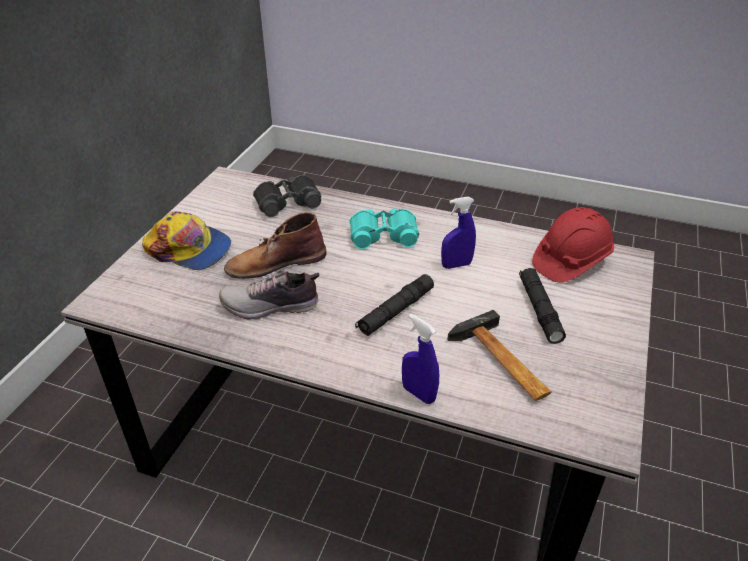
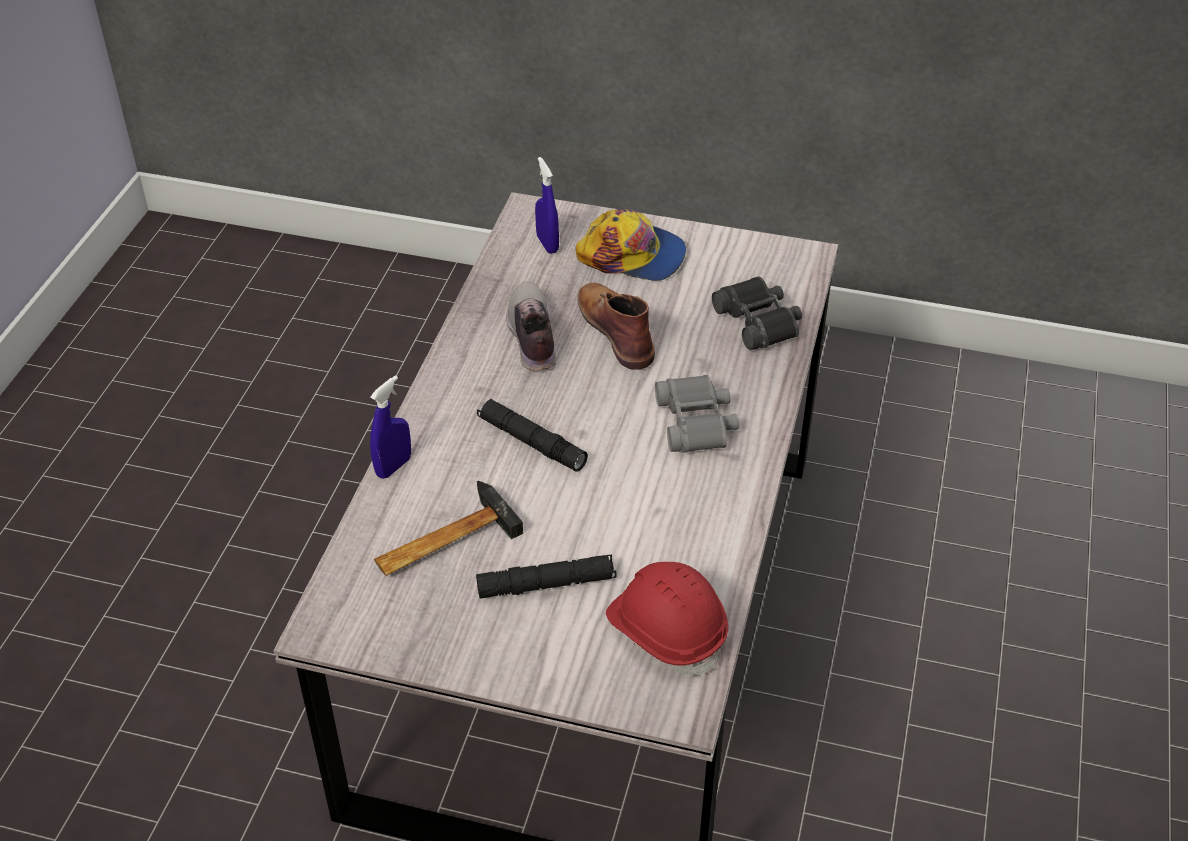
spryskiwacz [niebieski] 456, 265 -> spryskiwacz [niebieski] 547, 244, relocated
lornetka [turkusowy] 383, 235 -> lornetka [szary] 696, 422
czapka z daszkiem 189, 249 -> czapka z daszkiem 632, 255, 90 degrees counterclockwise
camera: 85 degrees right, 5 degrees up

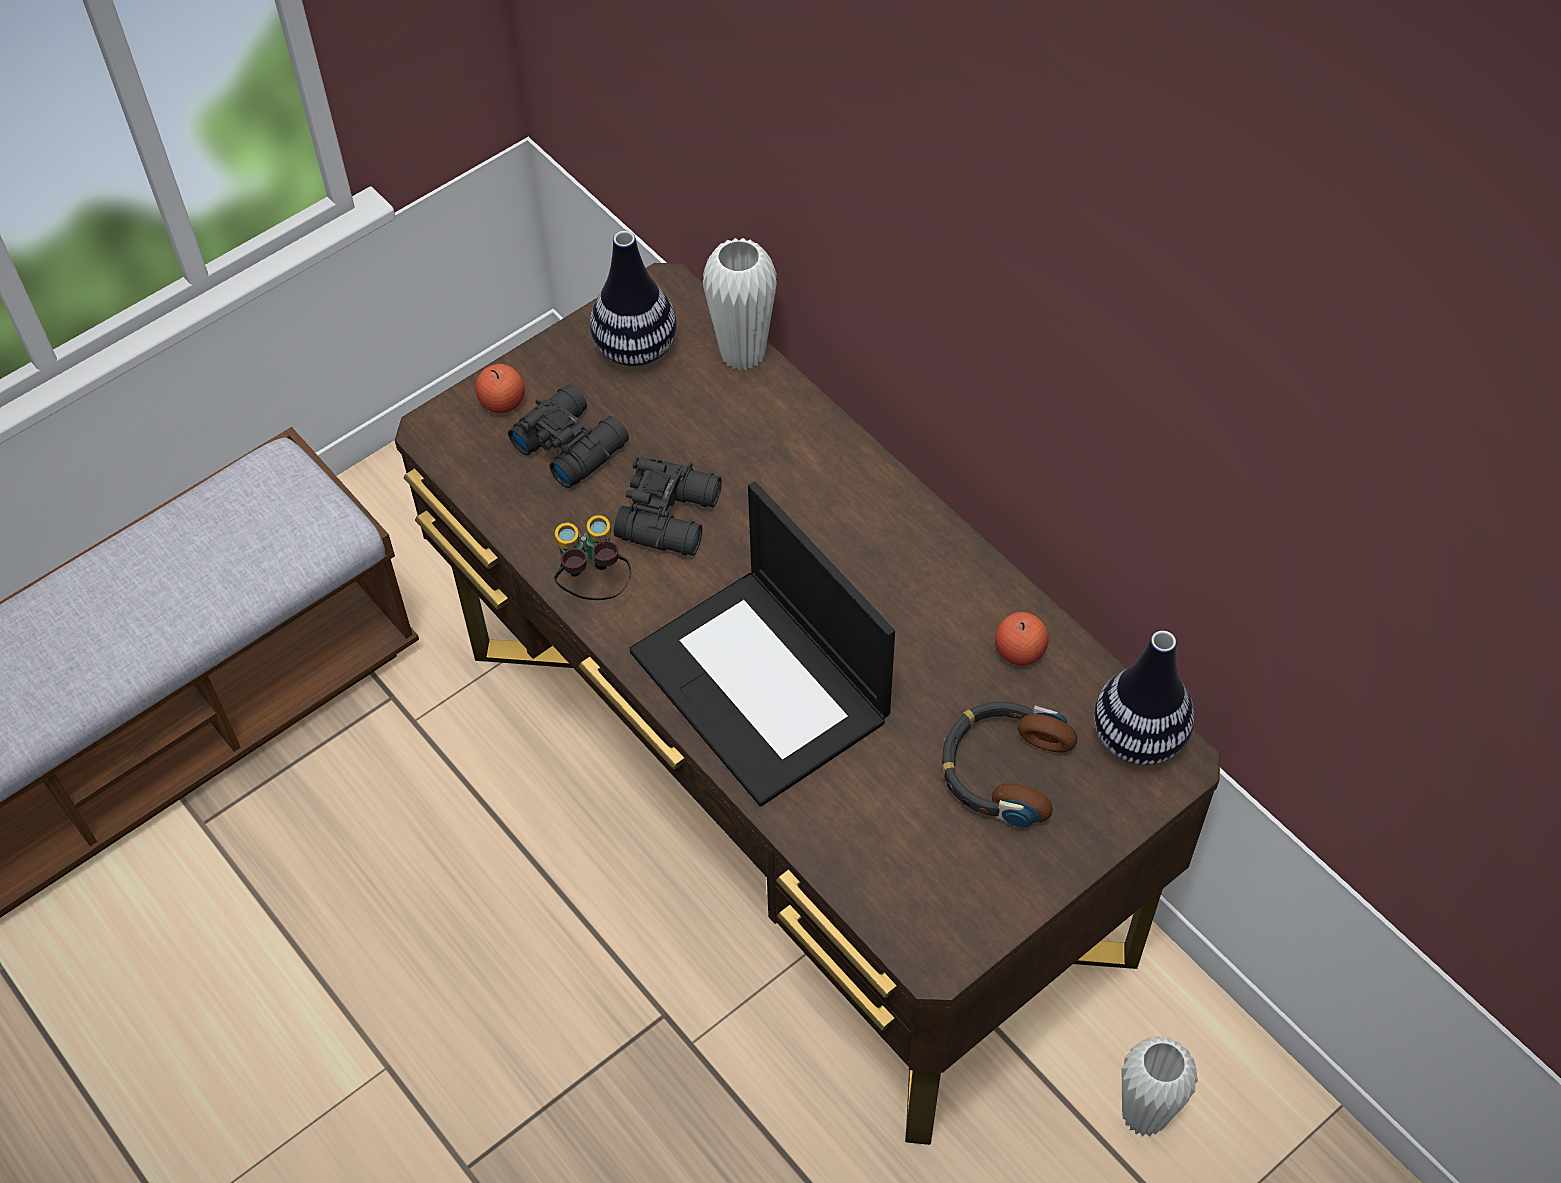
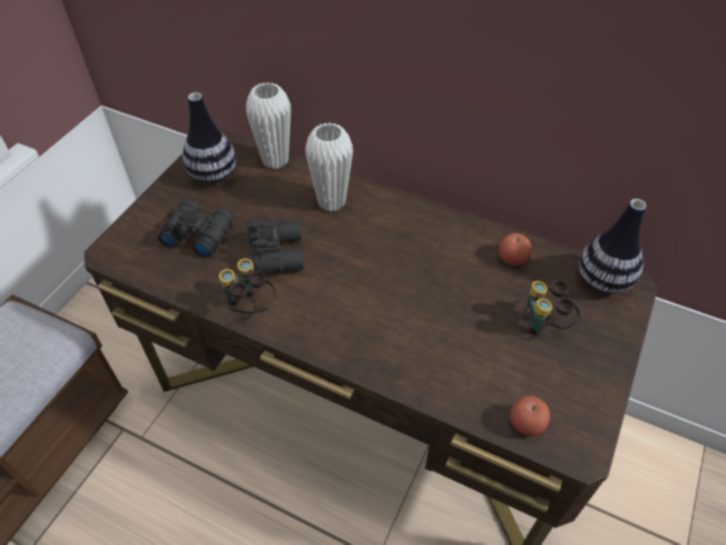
jabłko 502, 402 -> jabłko 526, 423, relocated
laptop 763, 686 -> none
słuchawki 1002, 768 -> lornetka 545, 324
wazon [biały] 1144, 1115 -> wazon [biały] 331, 202, relocated
camera: 25 degrees left, 5 degrees down

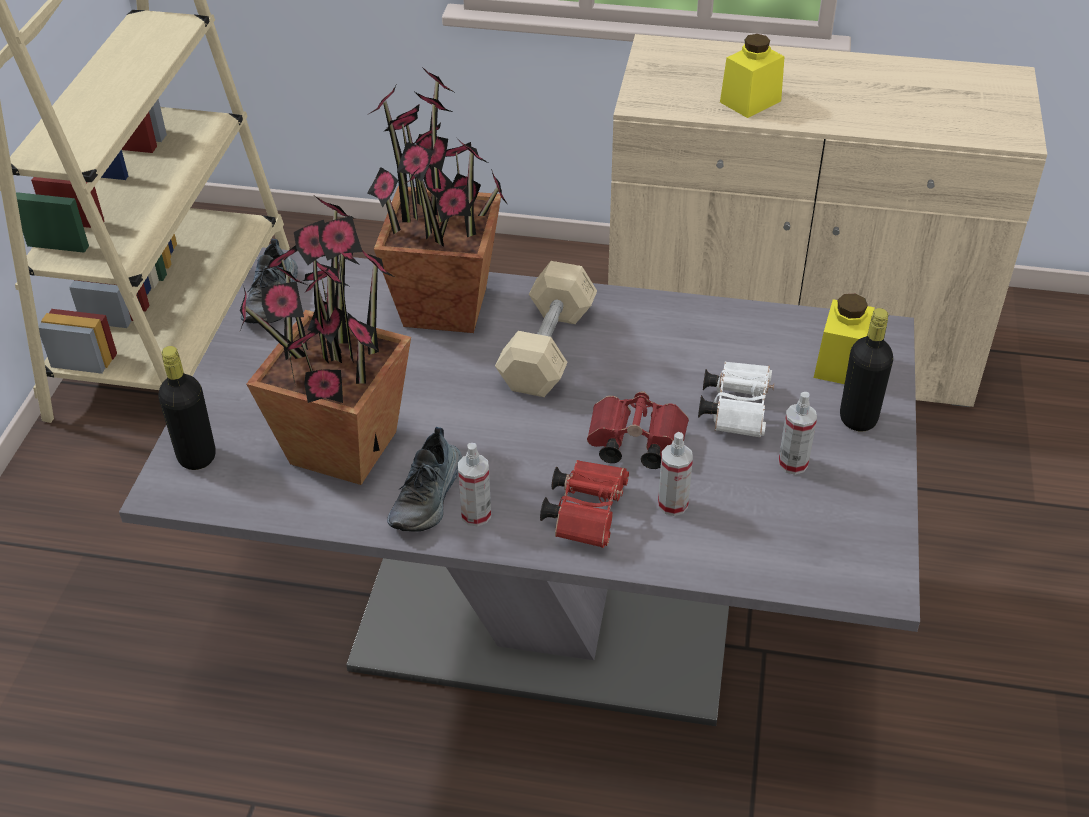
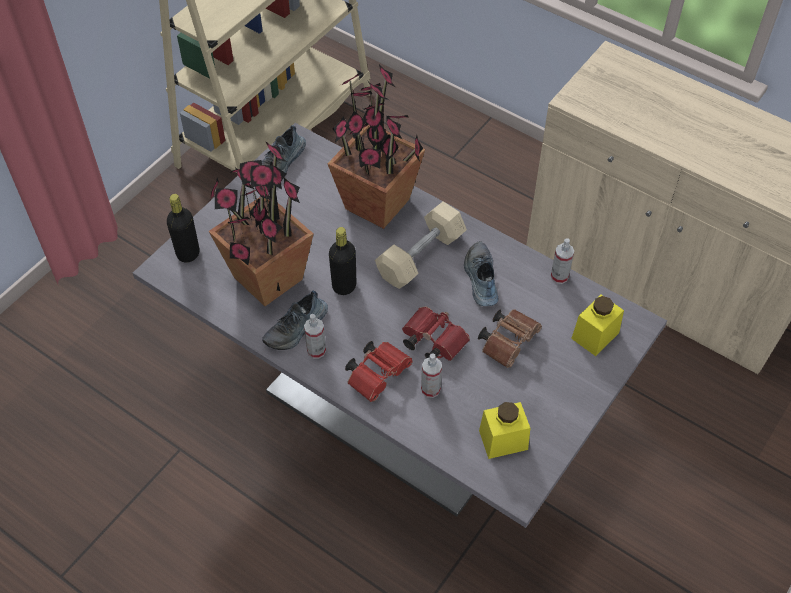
słoik [żółty] 750, 101 -> słoik [żółty] 503, 440, relocated
butelka [czarny] 858, 418 -> butelka [czarny] 344, 286, relocated
lornetka [biały] 736, 408 -> lornetka [brązowy] 509, 341
spryskiwacz 793, 463 -> spryskiwacz 559, 276, relocated
none -> but 480, 279
camera: 25 degrees right, 10 degrees up

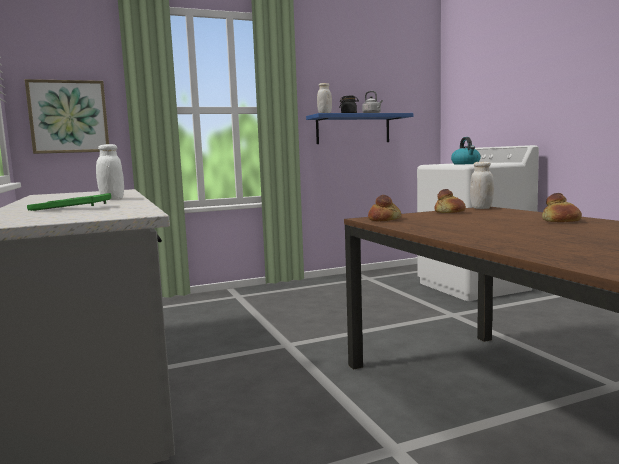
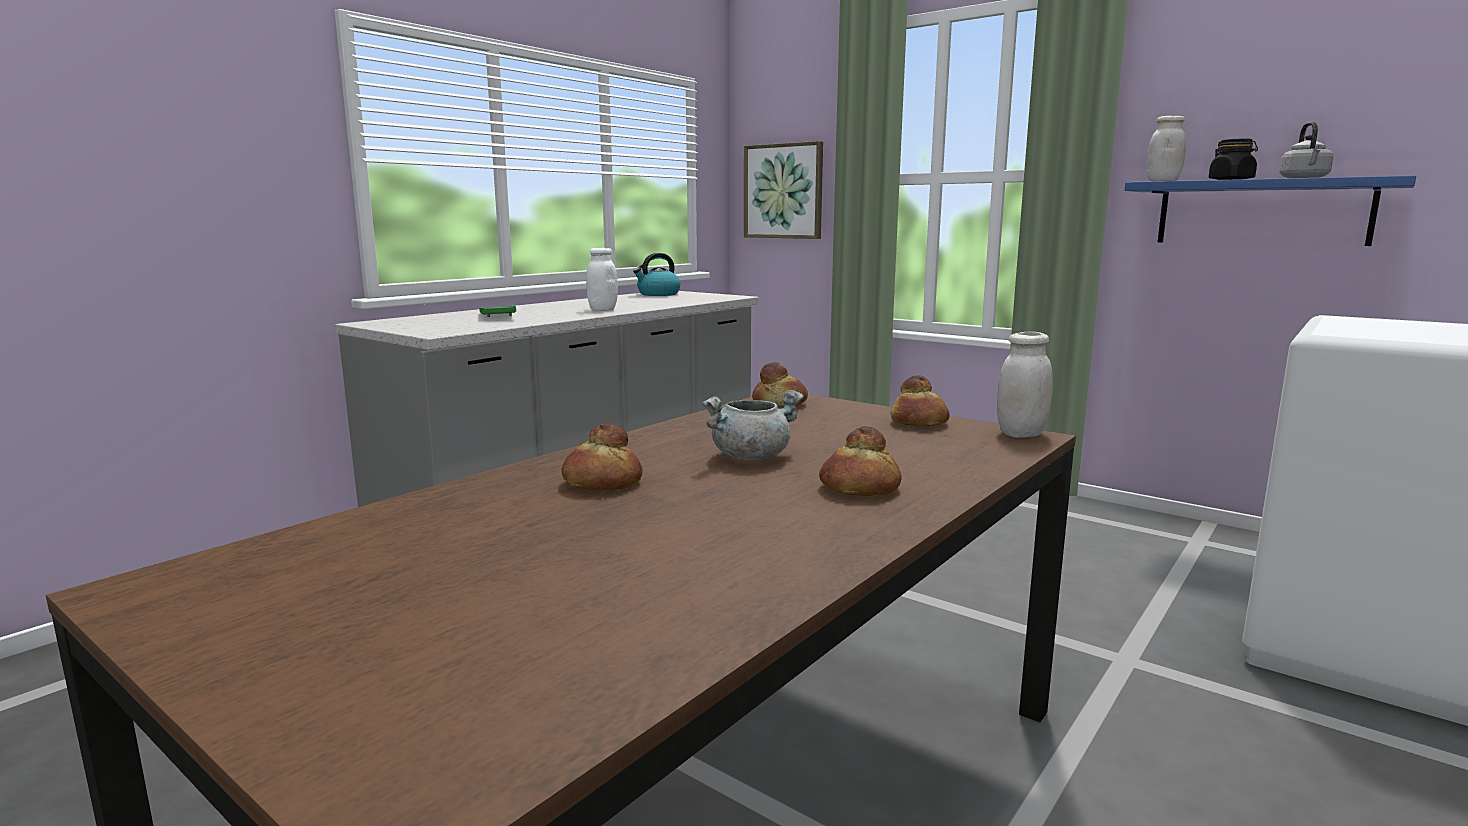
czajnik 466, 164 -> czajnik 658, 294, relocated
none -> garnek [szary] 751, 456
none -> chleb 602, 483
camera: 60 degrees right, 5 degrees up

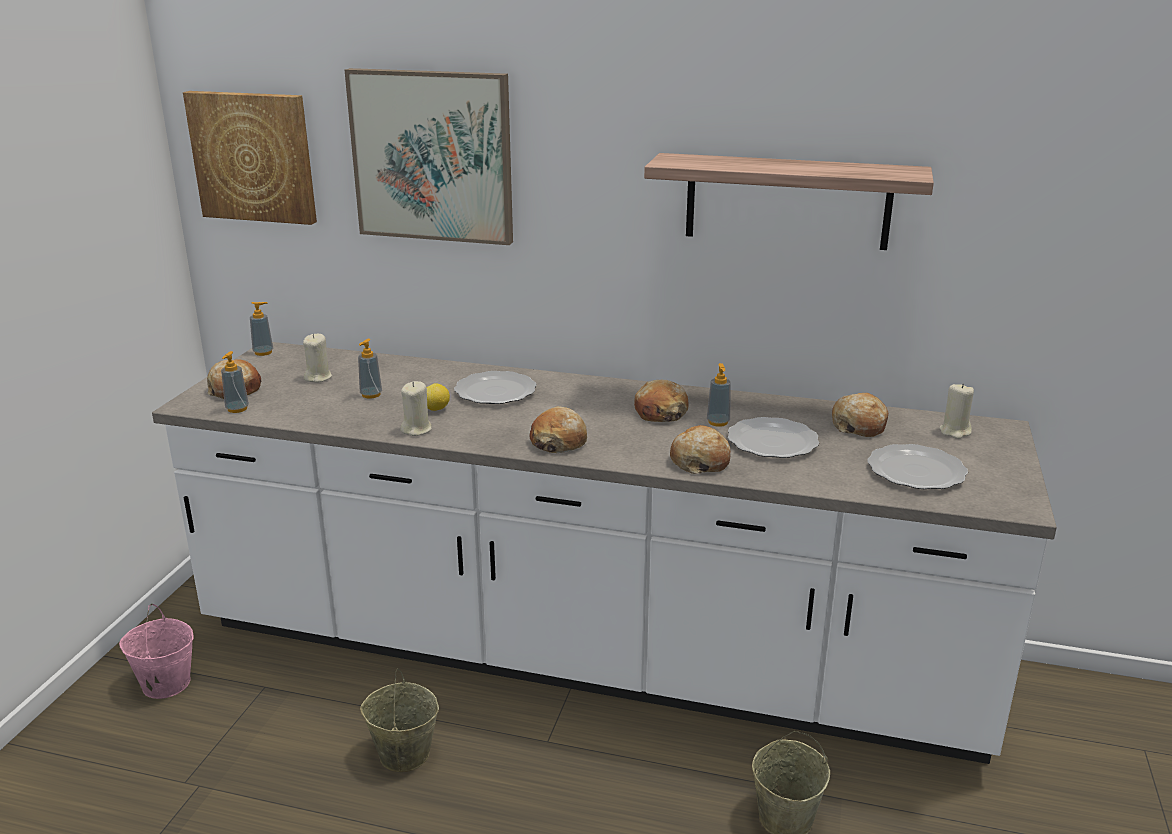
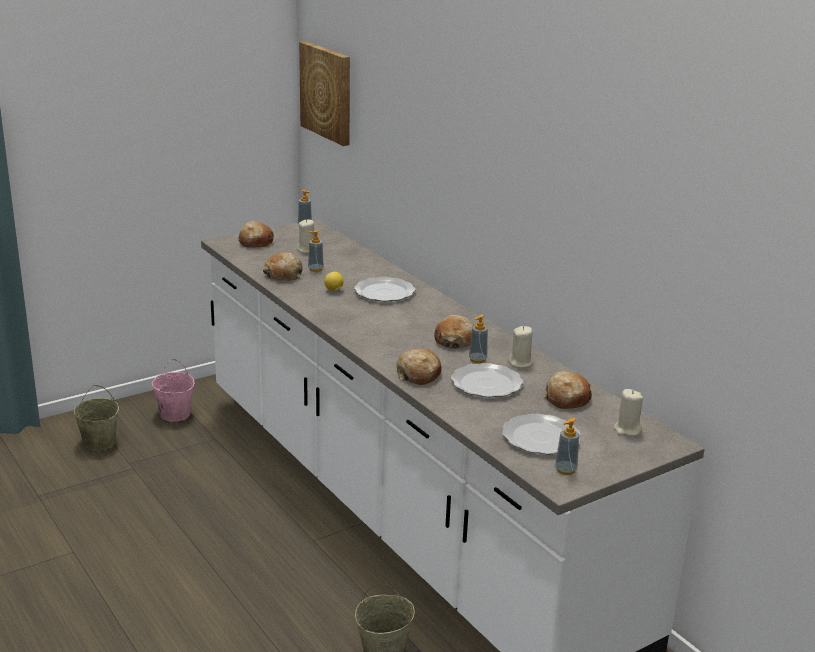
obraz 432, 156 -> none
półka 787, 201 -> none
dozownik mydła 237, 409 -> dozownik mydła 565, 470, relocated
świeca [beżowy] 417, 429 -> świeca [beżowy] 520, 363, relocated
chleb 559, 442 -> chleb 283, 275, relocated
wiadro [beżowy] 403, 754 -> wiadro [beżowy] 99, 442, relocated
camera: 40 degrees right, 0 degrees up

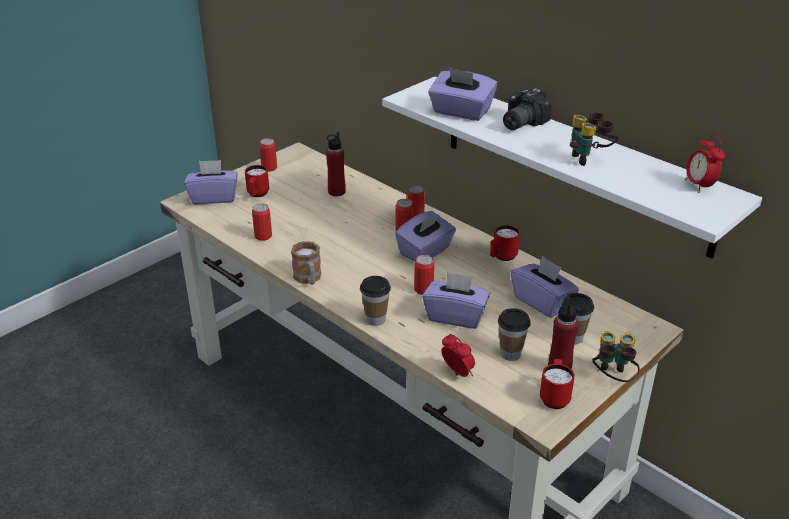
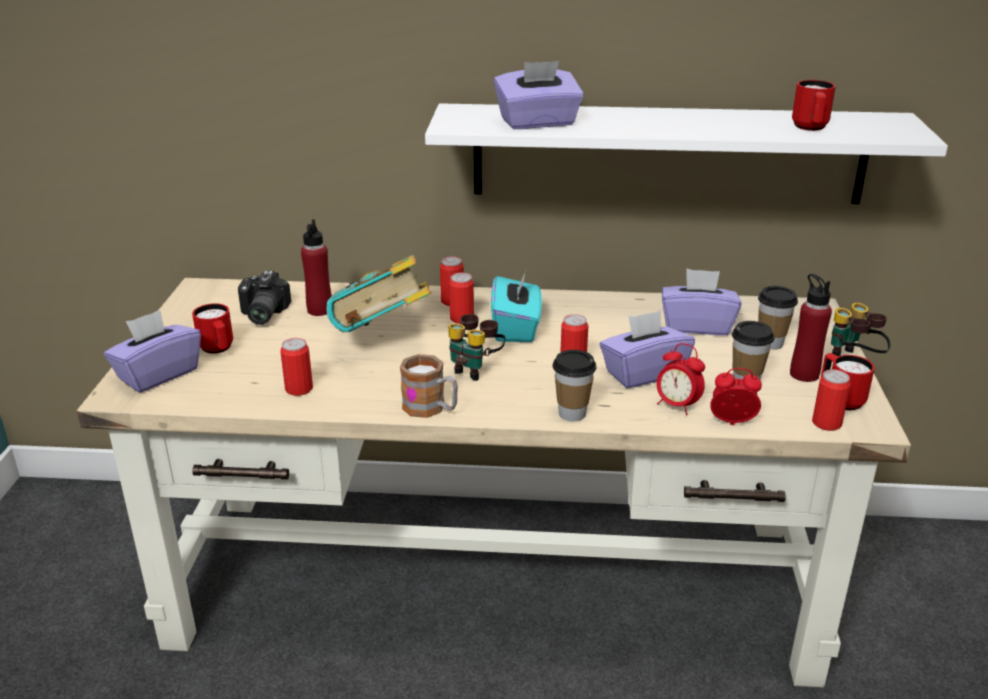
aparat fotograficzny 519, 123 -> aparat fotograficzny 261, 314, relocated
lornetka 590, 159 -> lornetka 475, 369, relocated
budzik 699, 186 -> budzik 677, 406, relocated
puszka 269, 168 -> puszka 826, 423, relocated
pudełko chusteczek [fioletowy] 425, 251 -> pudełko chusteczek [turkusowy] 516, 328
kubek [czerwony] 502, 257 -> kubek [czerwony] 810, 128, relocated
none -> książka 383, 337
camera: 40 degrees left, 5 degrees down

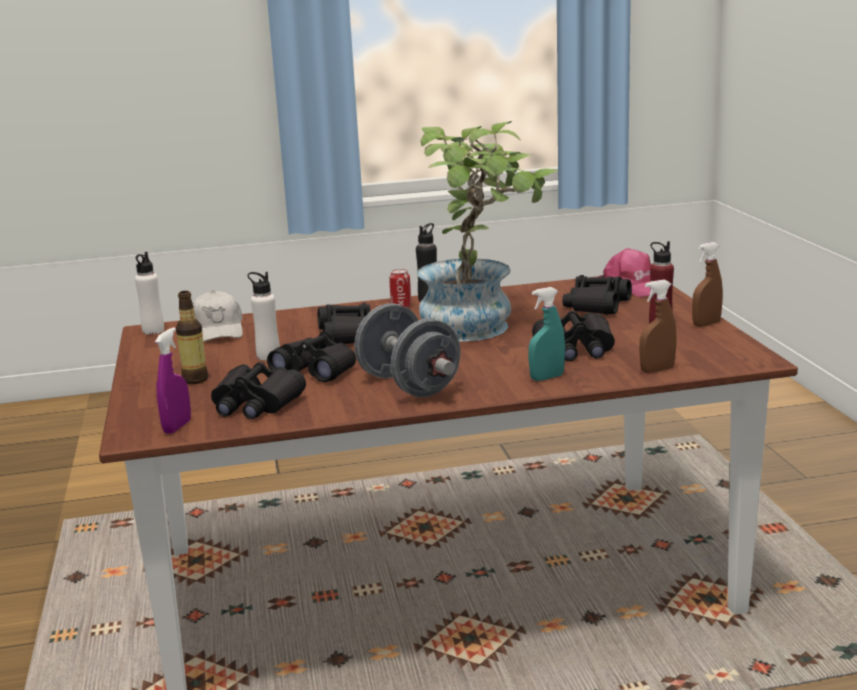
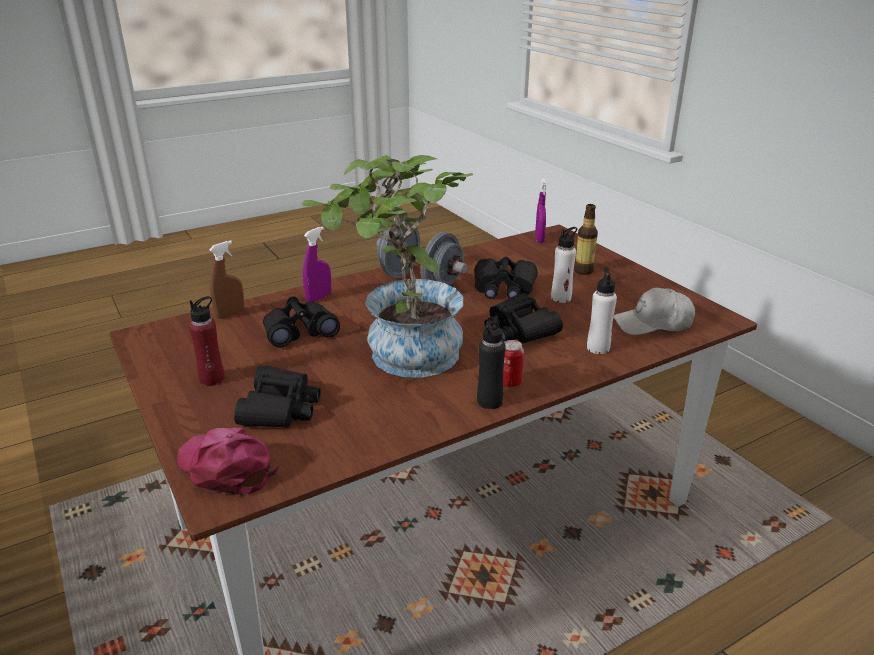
spryskiwacz [brązowy] 706, 324 -> none
butelka [biały] 153, 331 -> butelka [biały] 598, 348, relocated
spryskiwacz [turkusowy] 547, 377 -> spryskiwacz [fioletowy] 319, 298
czapka z daszkiem [biały] 218, 330 -> czapka z daszkiem [biały] 653, 324, 60 degrees counterclockwise
lornetka [czarny] 255, 404 -> none
camera: 160 degrees right, 10 degrees up

